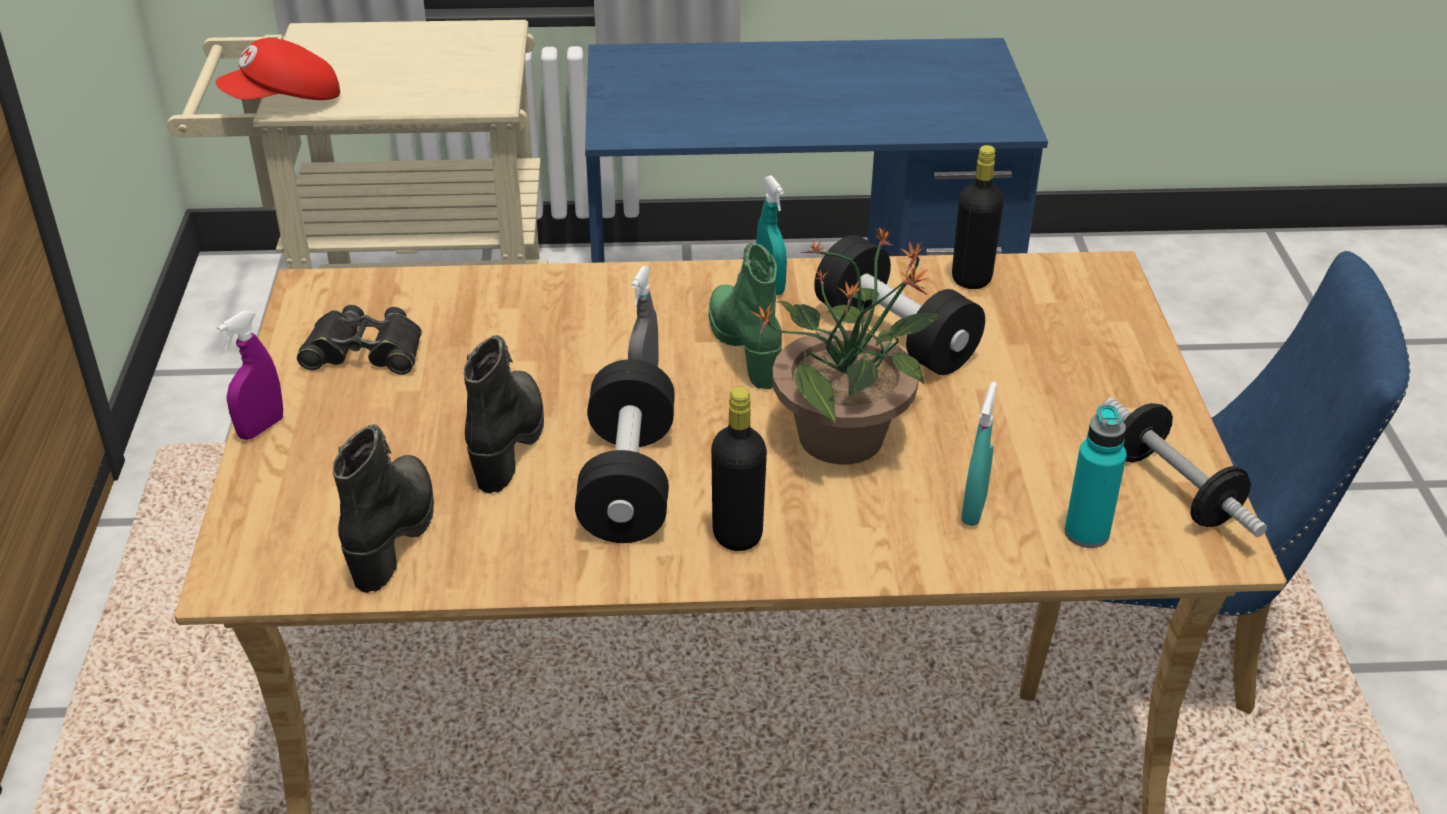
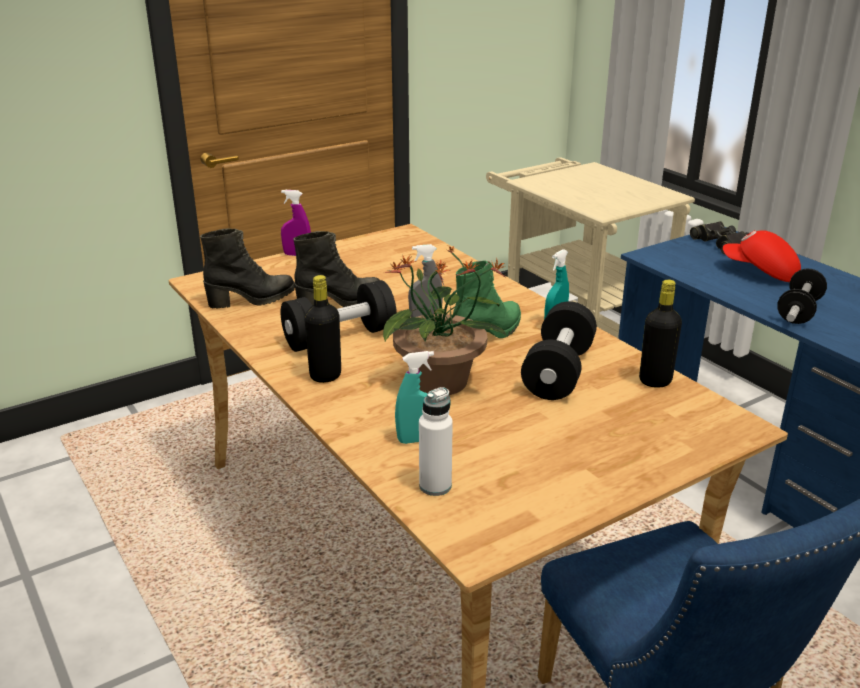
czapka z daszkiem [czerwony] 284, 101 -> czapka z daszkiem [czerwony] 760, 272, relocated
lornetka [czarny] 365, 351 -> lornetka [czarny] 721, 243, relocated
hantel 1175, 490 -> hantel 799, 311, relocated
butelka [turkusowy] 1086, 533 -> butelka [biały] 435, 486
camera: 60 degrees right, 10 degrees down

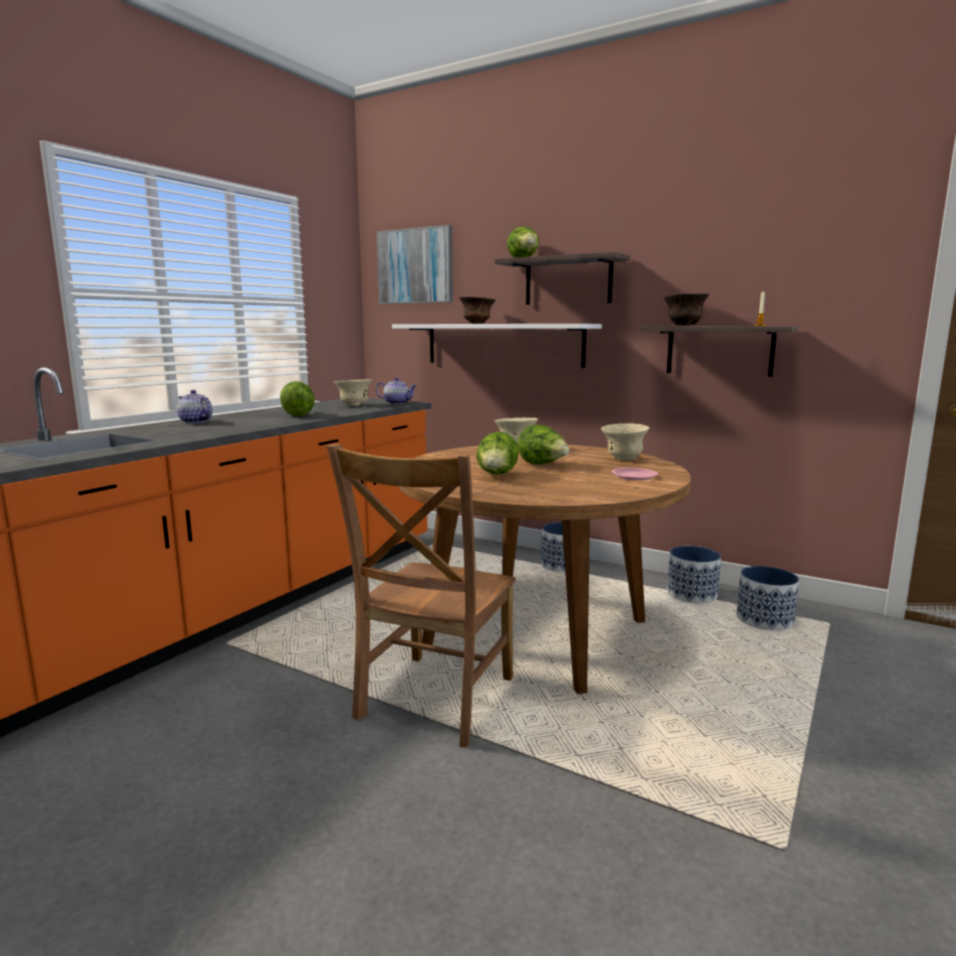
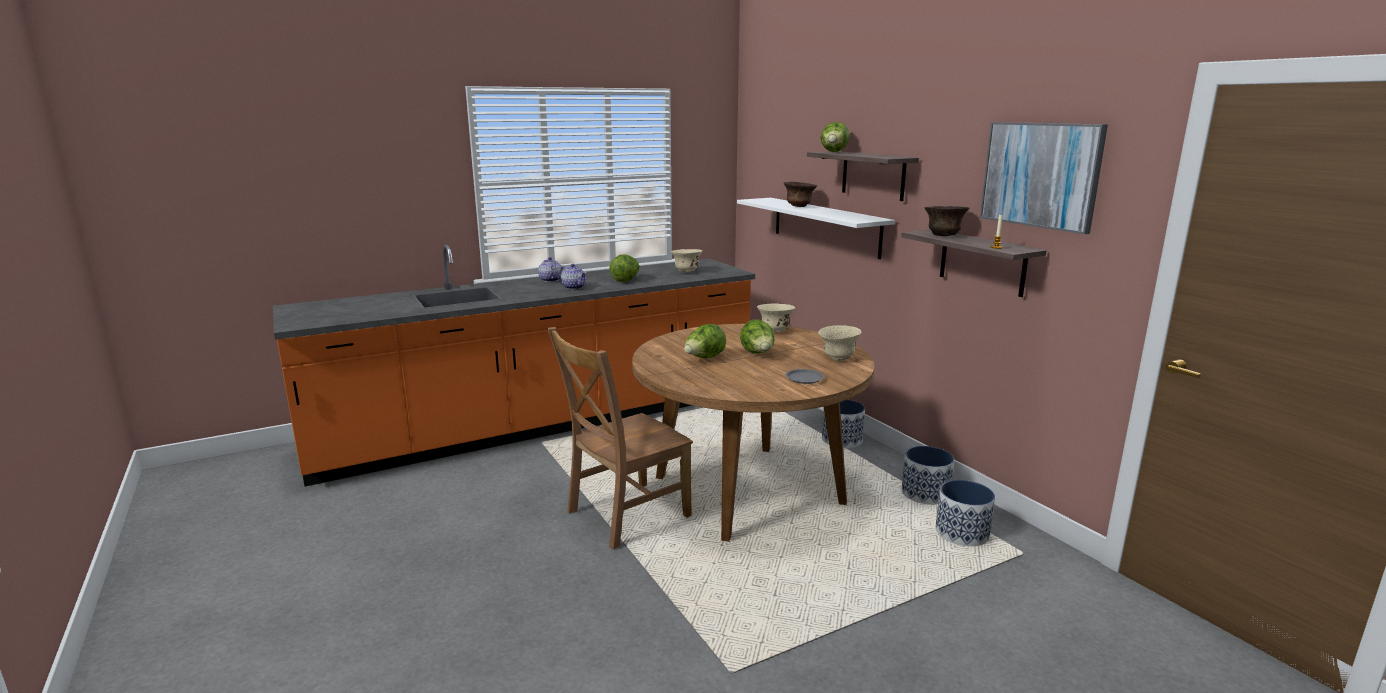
obraz 415, 266 -> obraz 1040, 175, relocated
imbryk 397, 403 -> imbryk 574, 287, relocated
talerz [różowy] 635, 476 -> talerz [szary] 804, 379
camera: 30 degrees right, 5 degrees up

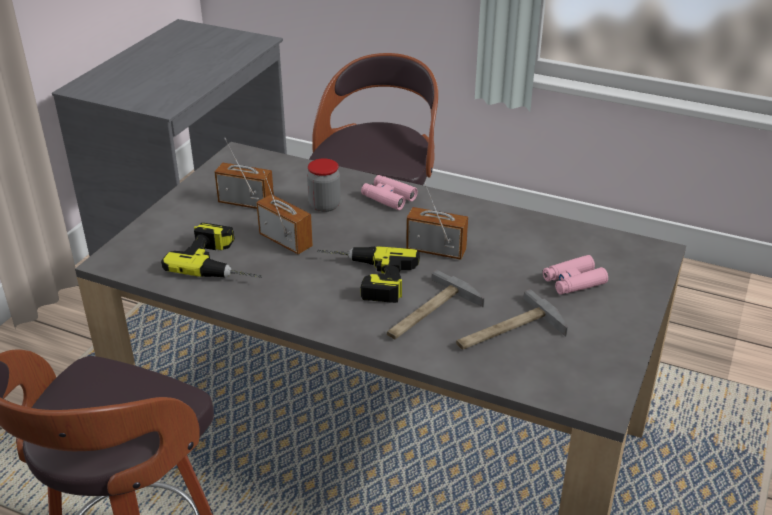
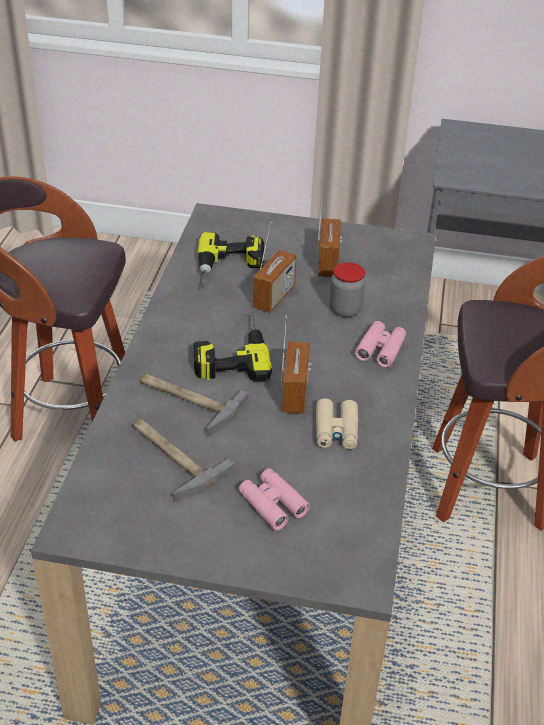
none -> lornetka [beżowy] 336, 430
camera: 75 degrees right, 5 degrees up

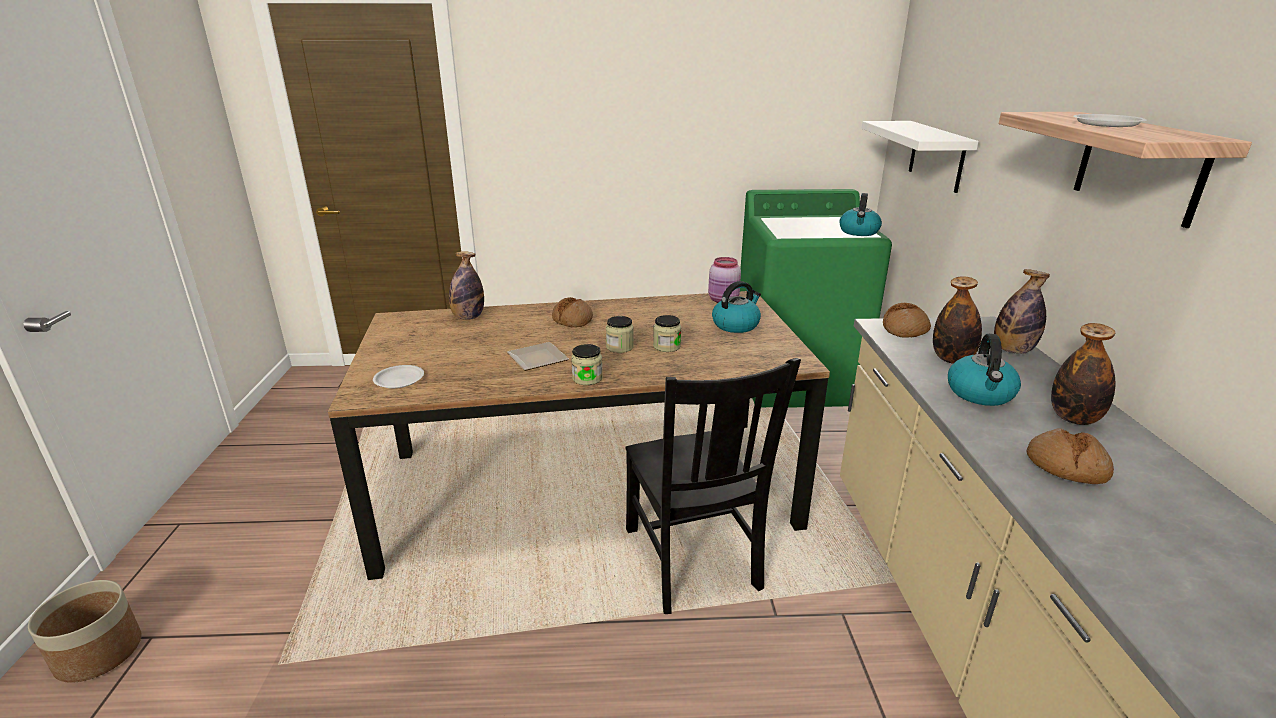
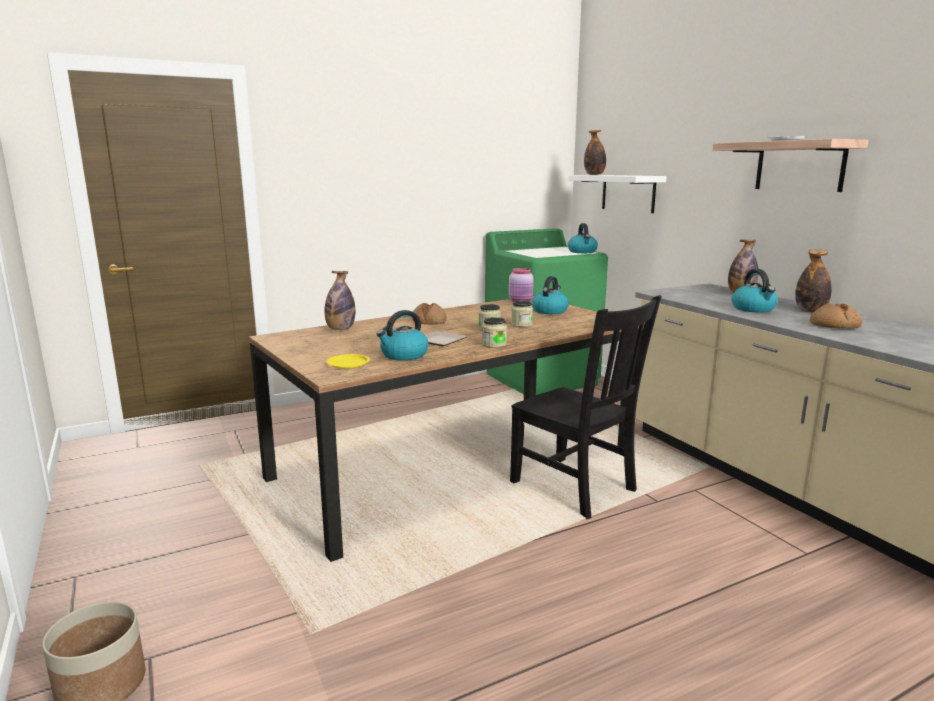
butelka 952, 359 -> butelka 594, 174, relocated
chleb 905, 329 -> none
talerz [biały] 399, 380 -> talerz [żółty] 348, 364
none -> czajnik 403, 355
camera: 25 degrees left, 10 degrees down

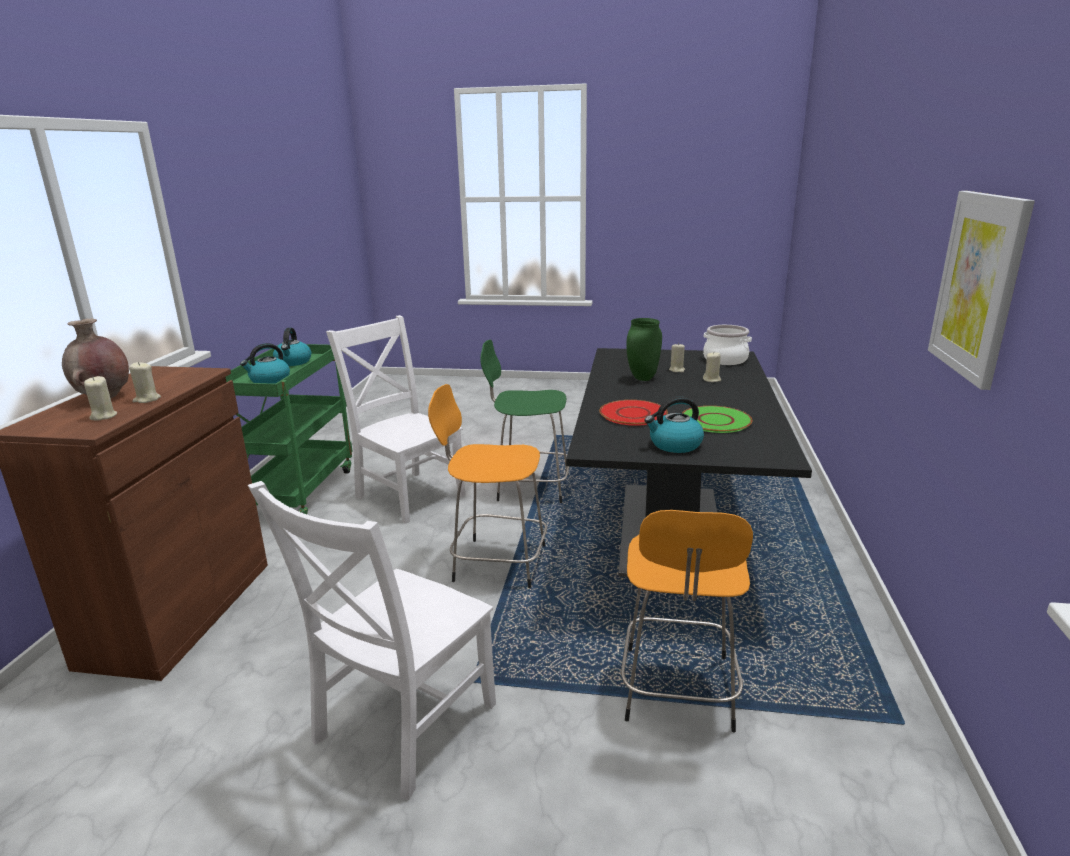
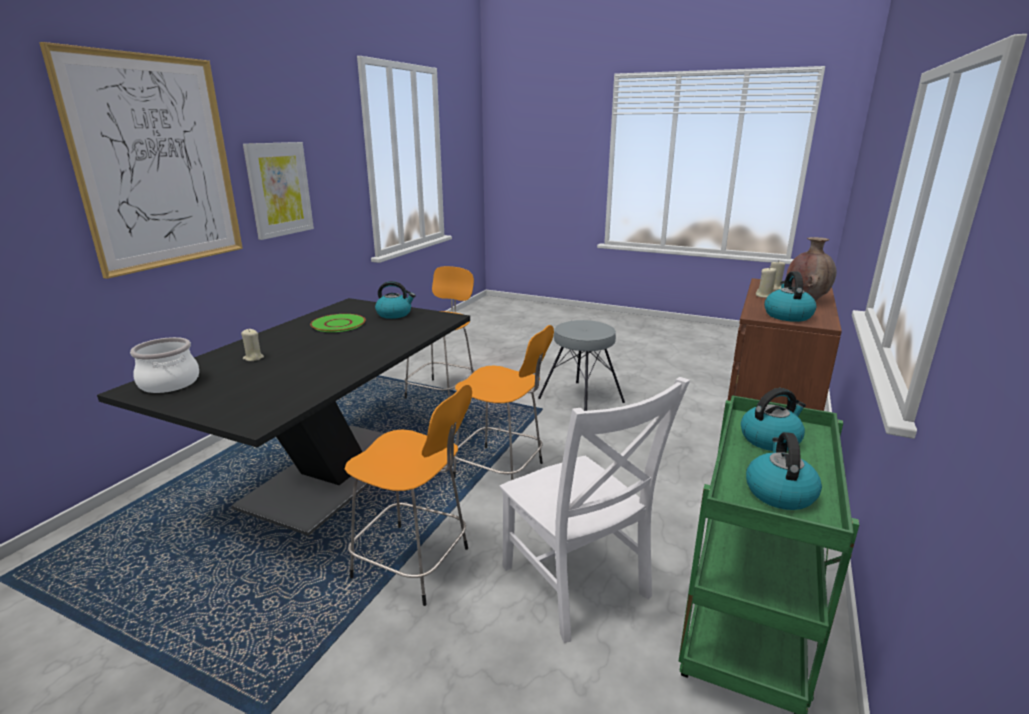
wazon [zielony] 642, 378 -> none
stołek [zielony] 530, 487 -> stołek [pomarańczowy] 415, 564
świeca [beżowy] 677, 370 -> none
talerz [czerwony] 633, 414 -> none
krzesło [biały] 400, 727 -> stołek [szary] 581, 399
none -> obraz 157, 163
none -> czajnik 787, 315
camera: 165 degrees left, 0 degrees up

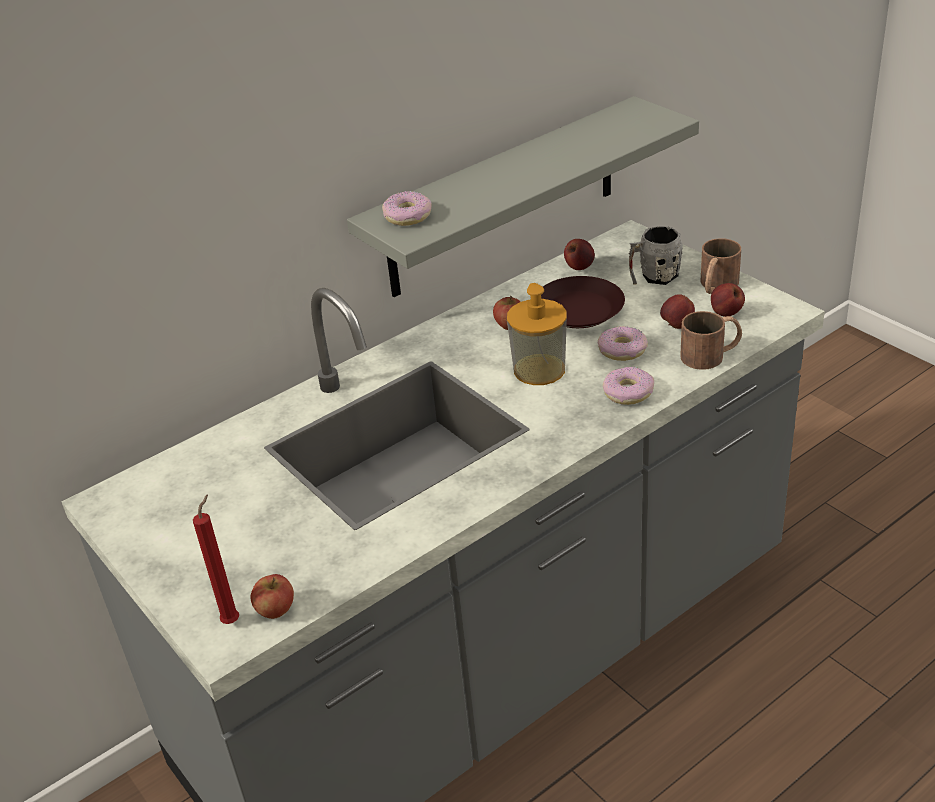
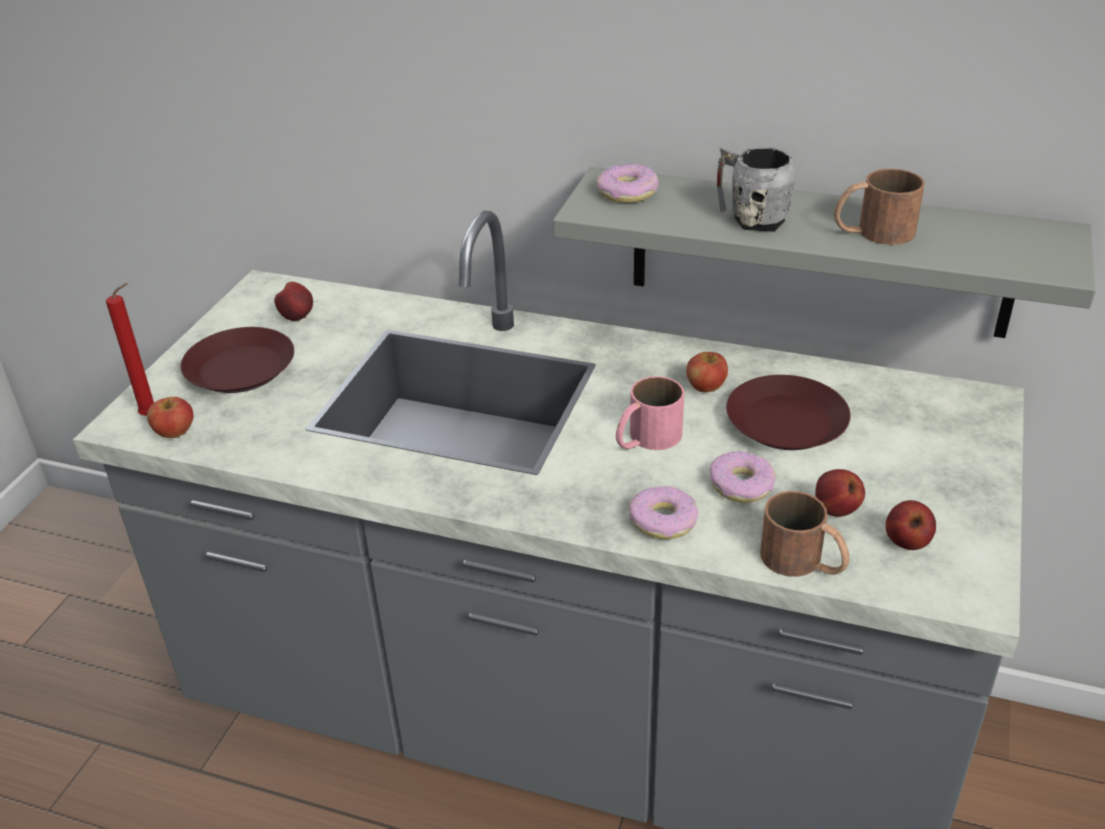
kubek [szary] 653, 277 -> kubek [szary] 750, 218, relocated
kubek [brązowy] 716, 286 -> kubek [brązowy] 872, 232, relocated
jabłko 579, 267 -> jabłko 298, 317, relocated
dozownik mydła 539, 370 -> kubek [różowy] 646, 439
none -> talerz [brązowy] 241, 369
camera: 55 degrees right, 0 degrees up

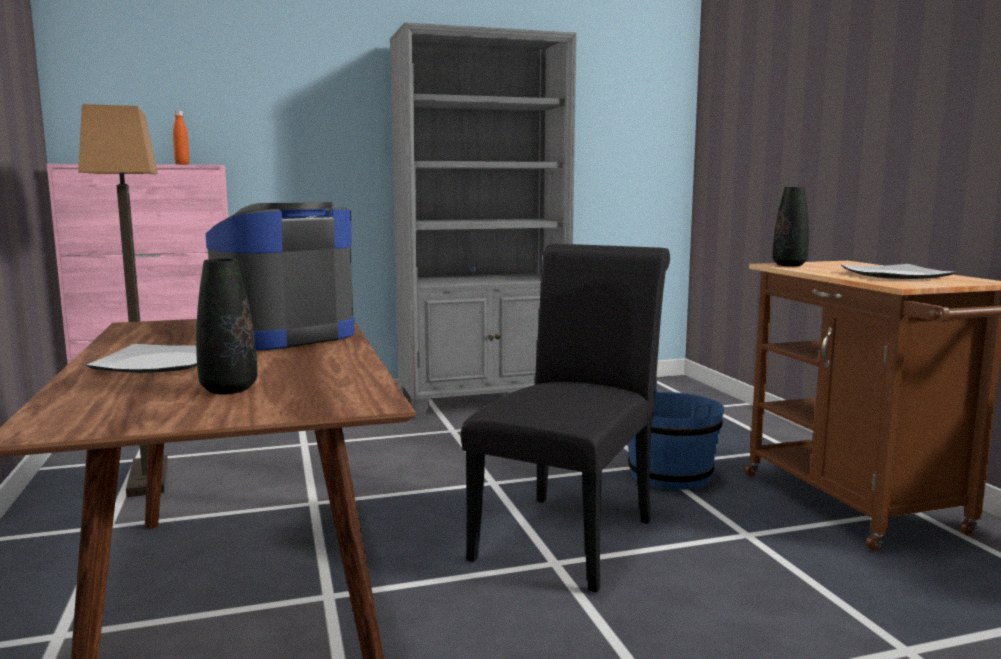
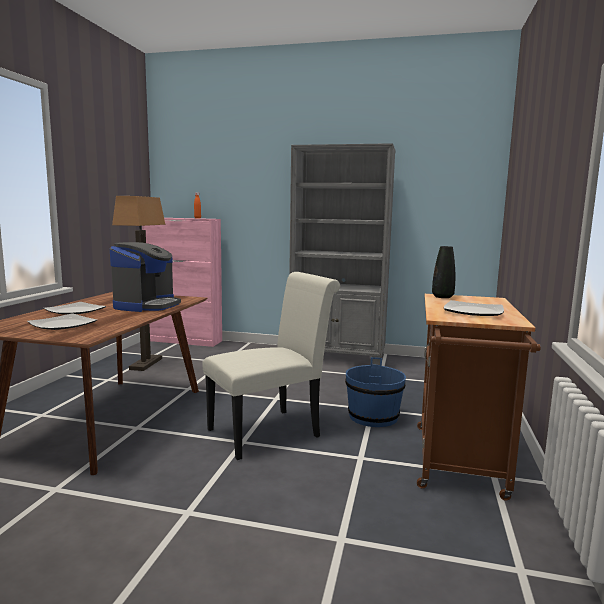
ekspres do kawy 284, 336 -> ekspres do kawy 147, 305, 120 degrees clockwise
krzesło [czarny] 570, 534 -> krzesło [biały] 270, 431
wazon [czarny] 229, 389 -> talerz 63, 324
camera: 30 degrees right, 0 degrees up

